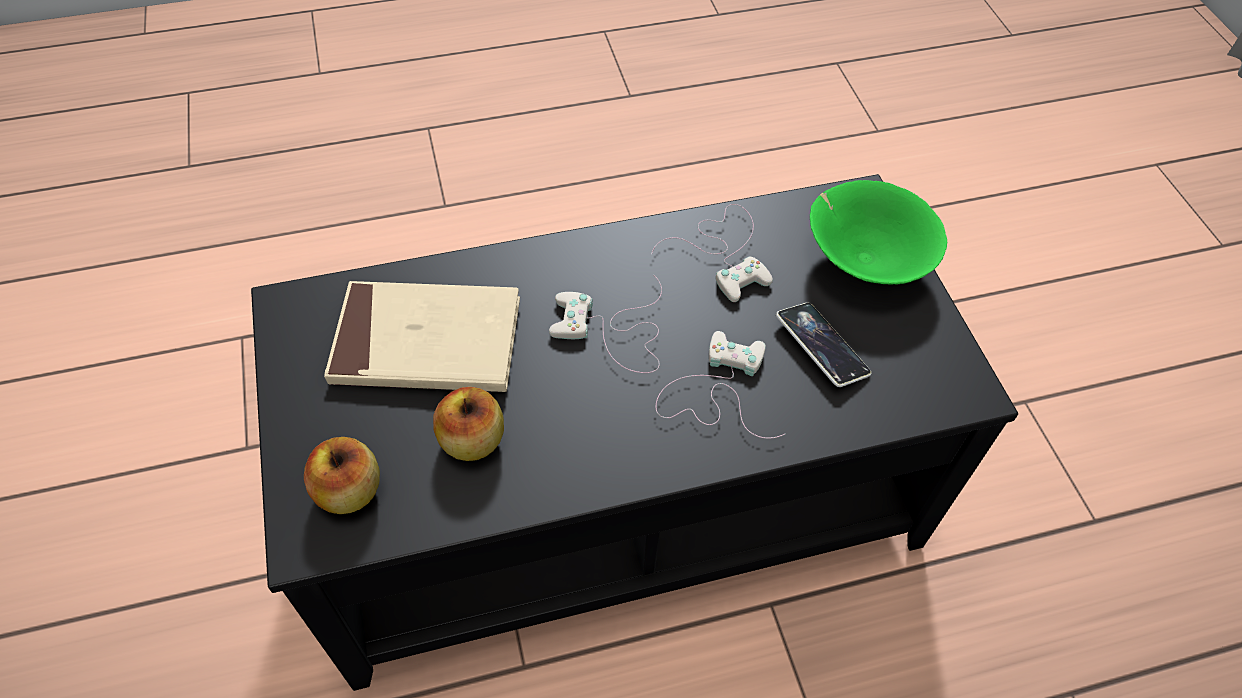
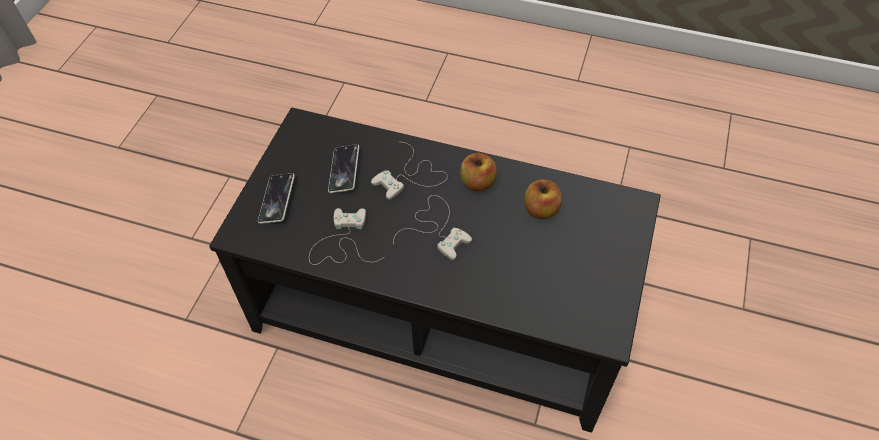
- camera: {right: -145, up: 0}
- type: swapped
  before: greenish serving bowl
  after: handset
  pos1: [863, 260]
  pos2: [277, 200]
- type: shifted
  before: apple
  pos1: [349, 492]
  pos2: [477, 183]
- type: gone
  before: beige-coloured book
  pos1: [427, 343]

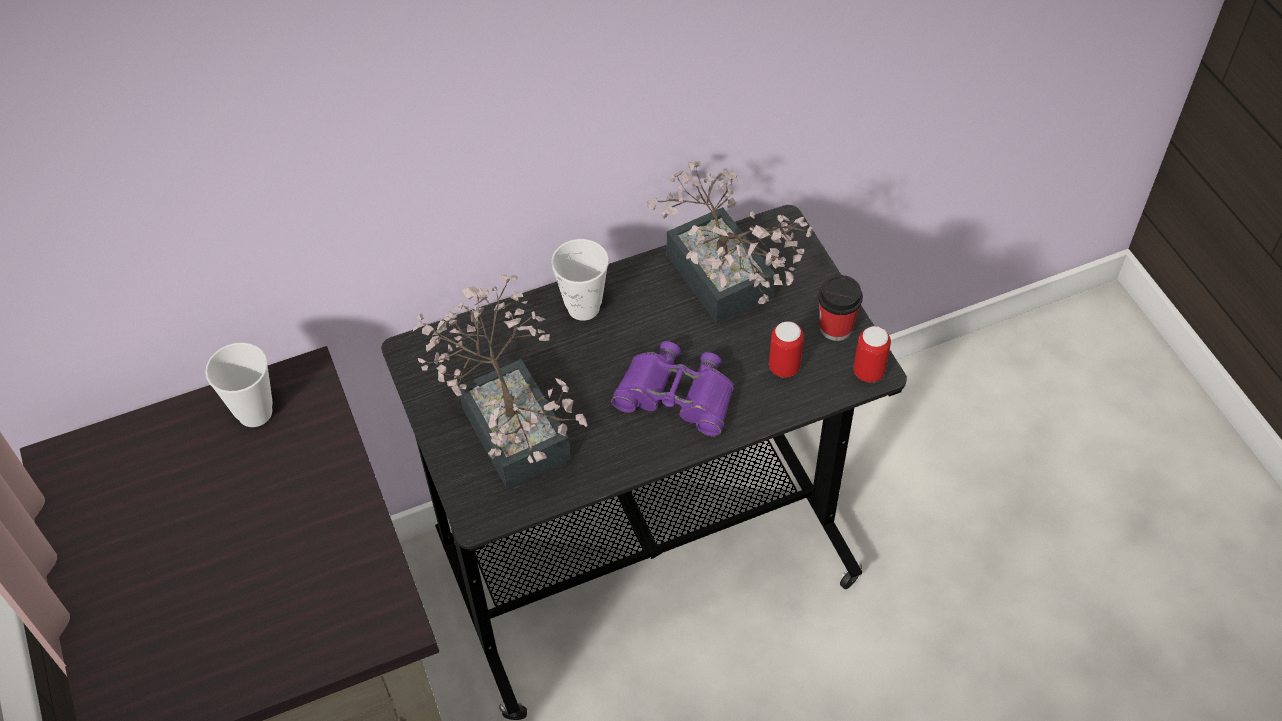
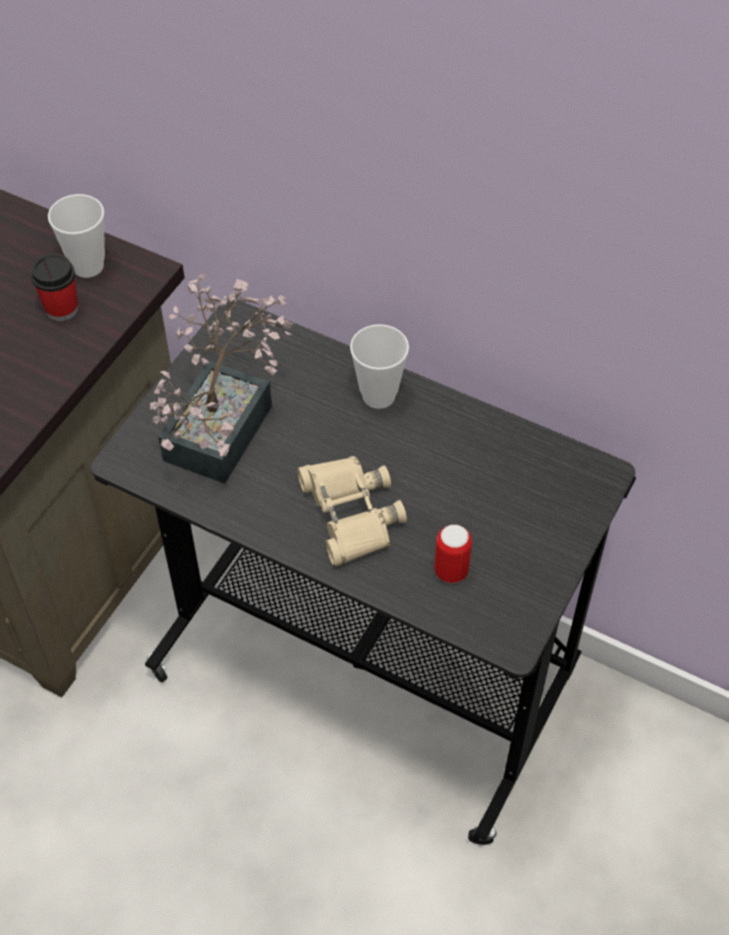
- camera: {right: 50, up: 0}
- type: shifted
  before: cup
  pos1: [835, 327]
  pos2: [62, 308]
- type: repainted
  before: purple binoculars
  after: beige-coloured binoculars
  pos1: [676, 396]
  pos2: [350, 514]
- type: gone
  before: plant in a pot
  pos1: [725, 286]
- type: gone
  before: metal can
  pos1: [868, 372]

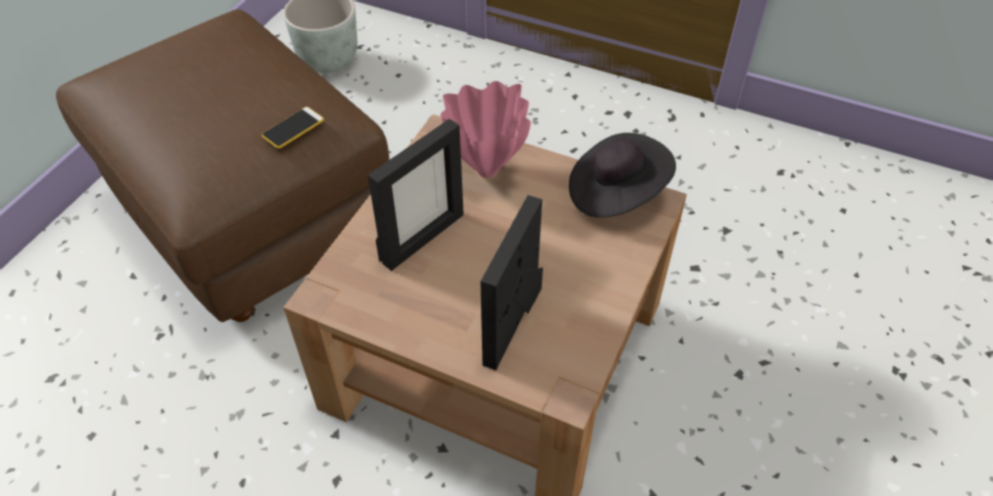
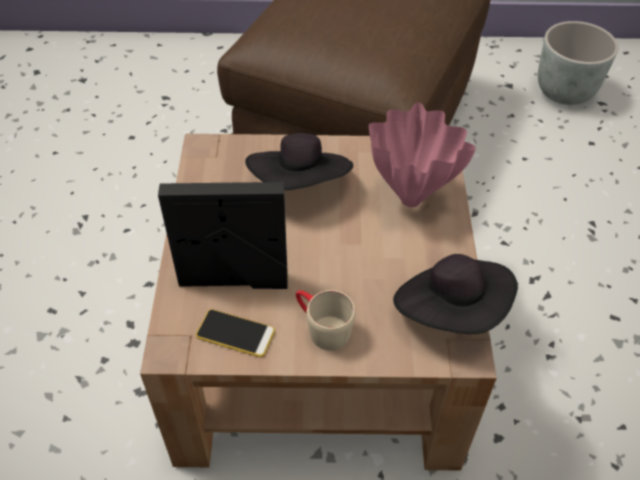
- camera: {right: 65, up: 0}
- type: shifted
  before: handset
  pos1: [293, 128]
  pos2: [235, 333]
- type: swapped
  before: photo frame
  after: blackish clothing hat
  pos1: [422, 237]
  pos2: [301, 185]
- type: new
  after: beige-coloured tea mug
  pos2: [321, 328]

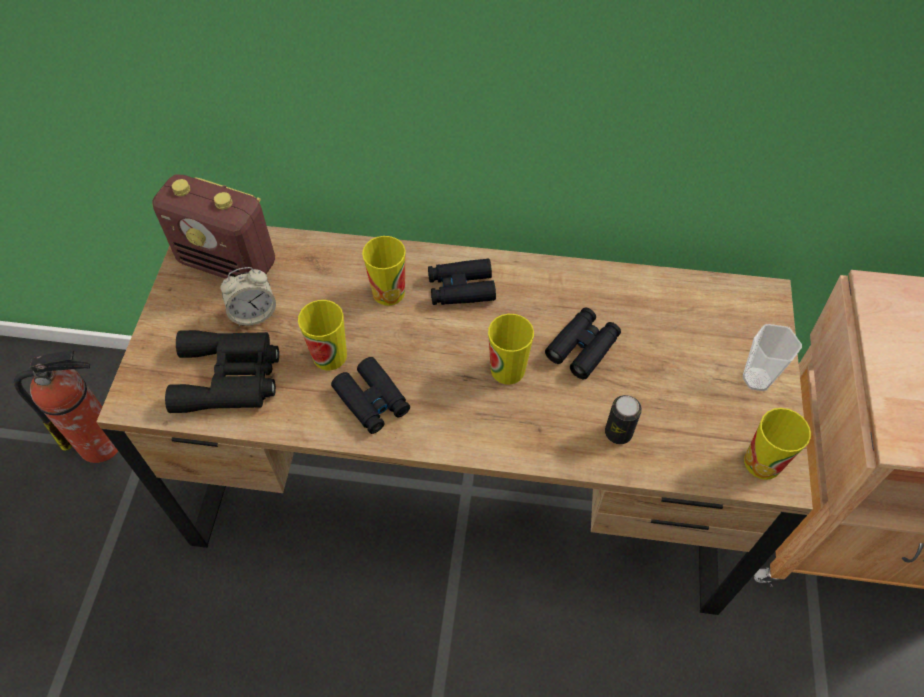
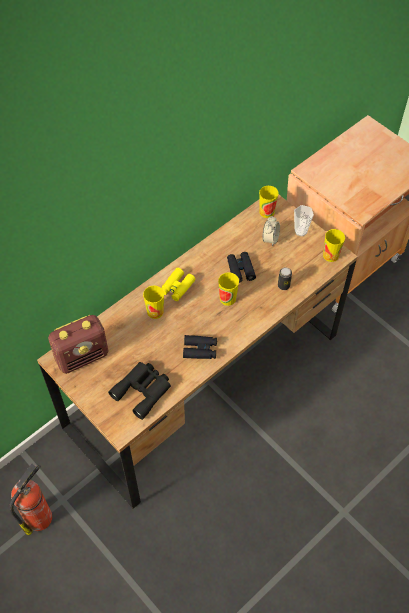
- camera: {right: -50, up: 0}
- type: repainted
  before: blackish binoculars
  after: yellow-coloured binoculars
  pos1: [461, 288]
  pos2: [177, 287]
- type: shifted
  before: cup
  pos1: [329, 356]
  pos2: [266, 212]
- type: shifted
  before: table clock
  pos1: [254, 314]
  pos2: [270, 239]

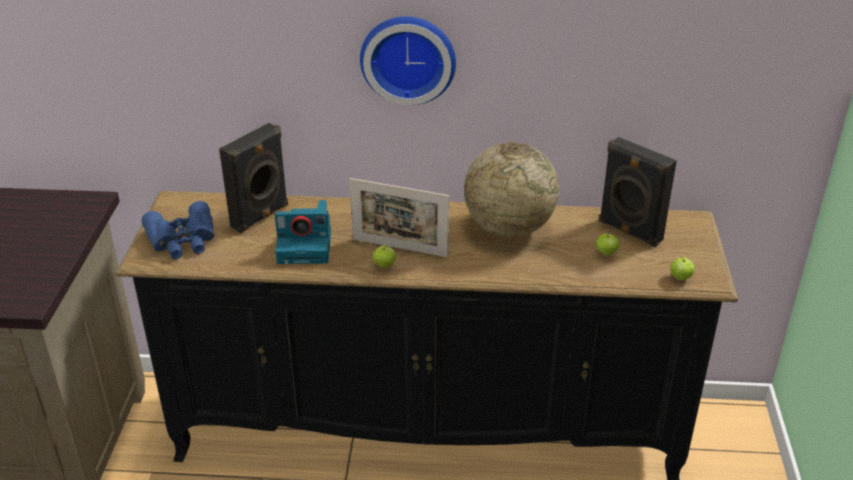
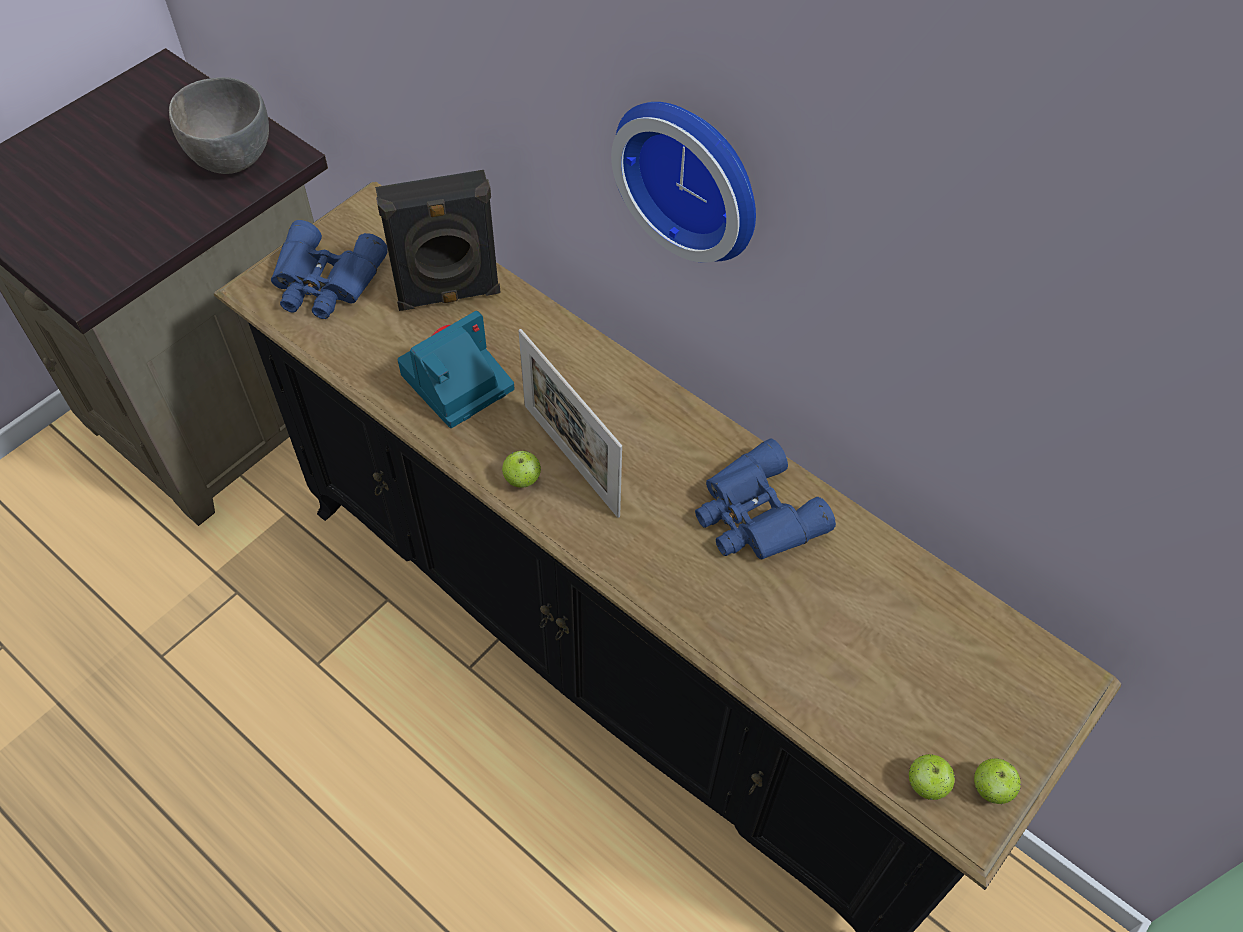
- camera: {right: 35, up: 20}
- type: new
  after: gray serving bowl
  pos2: [231, 157]
- type: rotated
  before: photo camera
  pos1: [306, 246]
  pos2: [456, 383]
  turn: 105
- type: swapped
  before: globe
  after: blue-coloured binoculars
  pos1: [508, 228]
  pos2: [754, 516]
- type: shifted
  before: apple
  pos1: [606, 253]
  pos2: [991, 789]
- type: gone
  before: blackish audio speaker
  pos1: [629, 231]

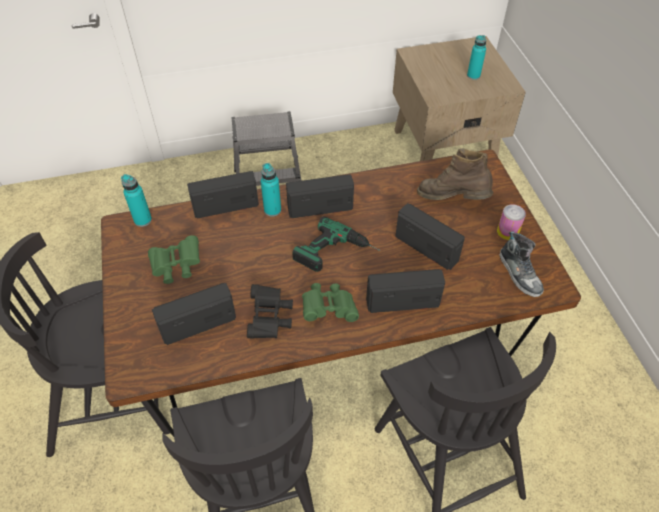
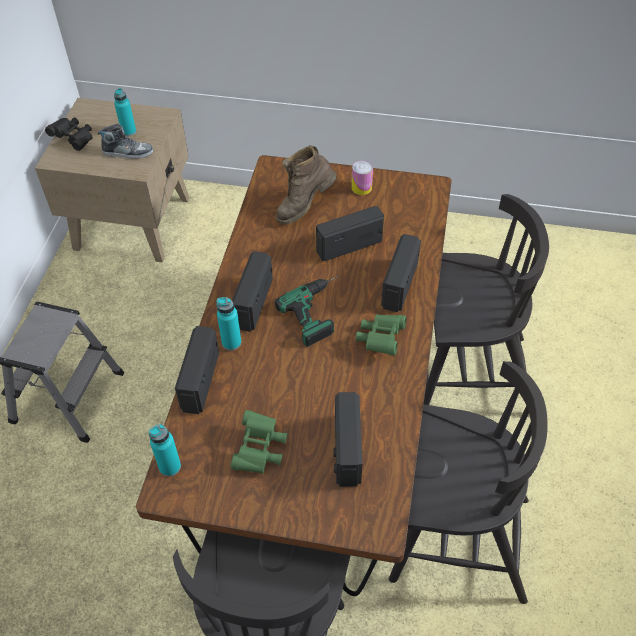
- camera: {right: -65, up: 0}
- type: shifted
  before: blackish binoculars
  pos1: [270, 318]
  pos2: [74, 139]
- type: shifted
  before: item of footwear
  pos1: [519, 273]
  pos2: [128, 152]

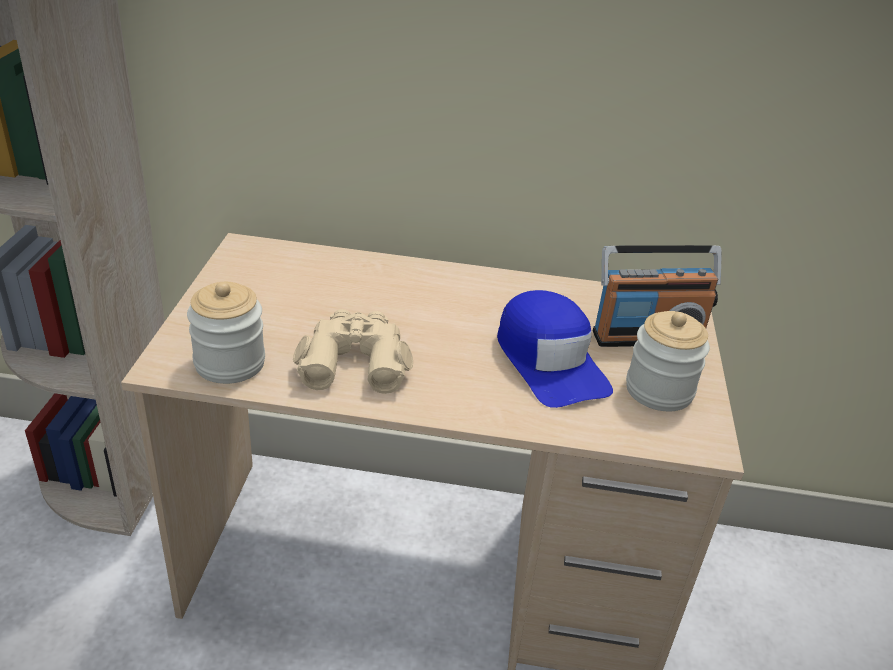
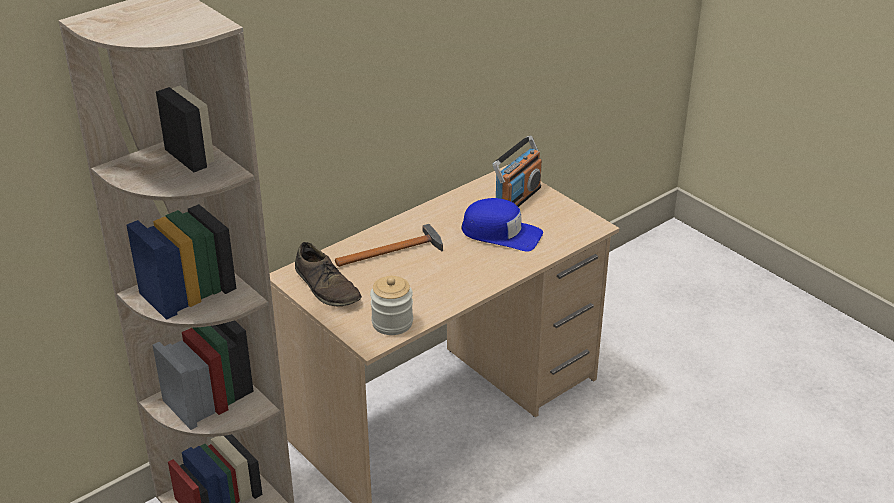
- camera: {right: -45, up: 0}
- type: new
  after: brown item of footwear
  pos2: [327, 287]
- type: new
  after: tool hammer
  pos2: [394, 251]
- type: gone
  before: beige-coloured binoculars
  pos1: [354, 360]
- type: gone
  before: jar
  pos1: [659, 390]

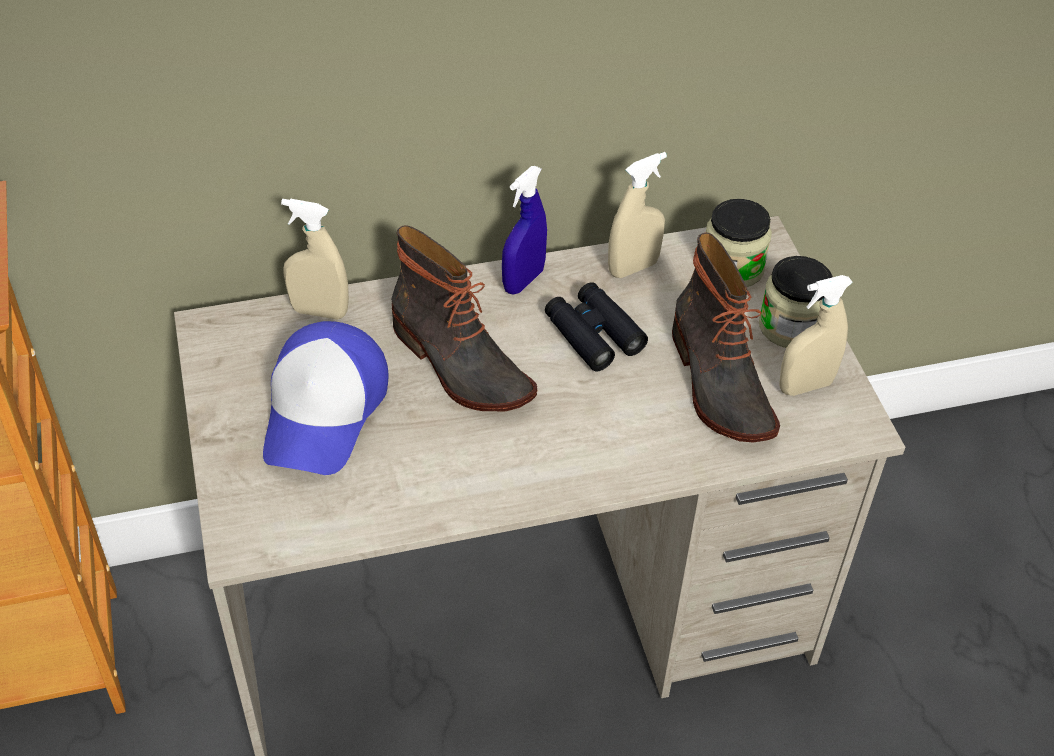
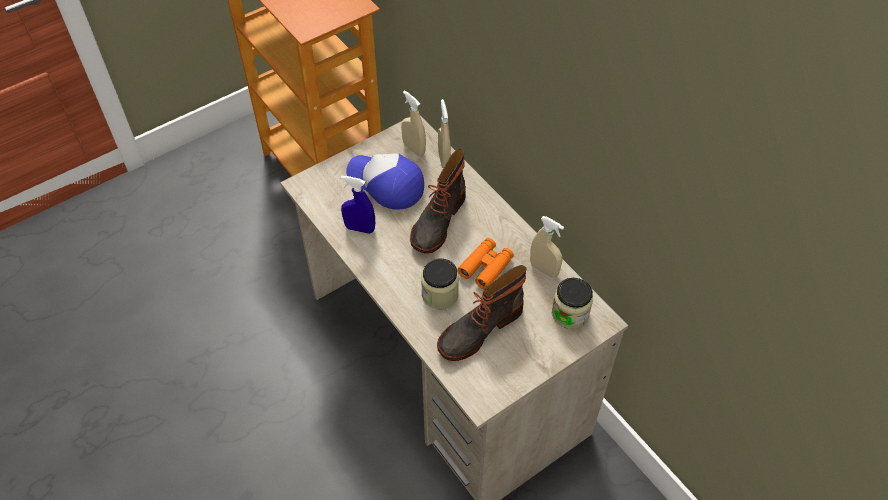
- camera: {right: 70, up: 5}
- type: shifted
  before: blue-coloured spray bottle
  pos1: [523, 280]
  pos2: [360, 228]
- type: rotated
  before: cap
  pos1: [325, 411]
  pos2: [385, 184]
  turn: 45
- type: shifted
  before: beige-coloured spray bottle
  pos1: [805, 386]
  pos2: [414, 149]
- type: shifted
  before: jar
  pos1: [791, 326]
  pos2: [440, 294]
- type: repainted
  before: blackish binoculars
  after: orange-coloured binoculars
  pos1: [593, 334]
  pos2: [486, 267]

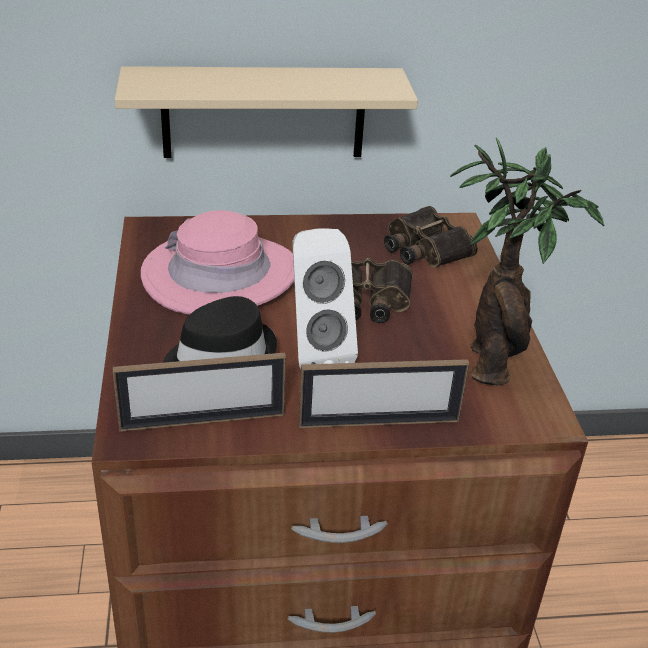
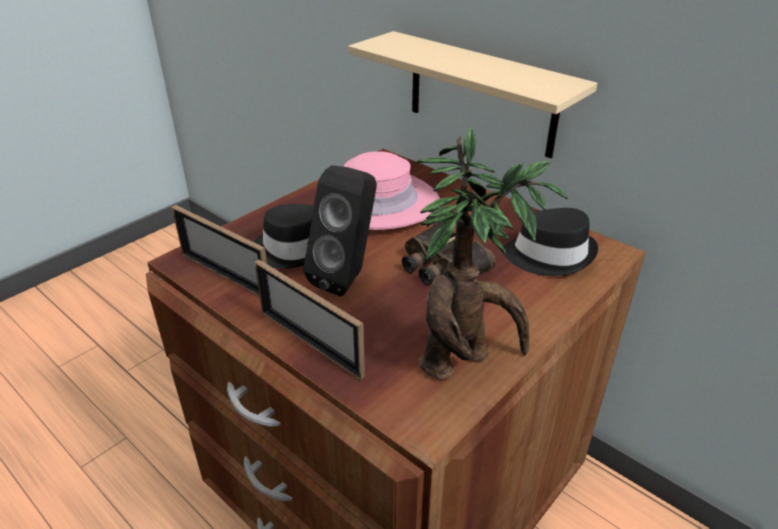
- camera: {right: 50, up: 0}
- type: repainted
  before: whitish audio speaker
  after: blackish audio speaker
  pos1: [314, 354]
  pos2: [348, 277]
- type: swapped
  before: binoculars
  after: blackish clothing hat
  pos1: [423, 248]
  pos2: [549, 254]

